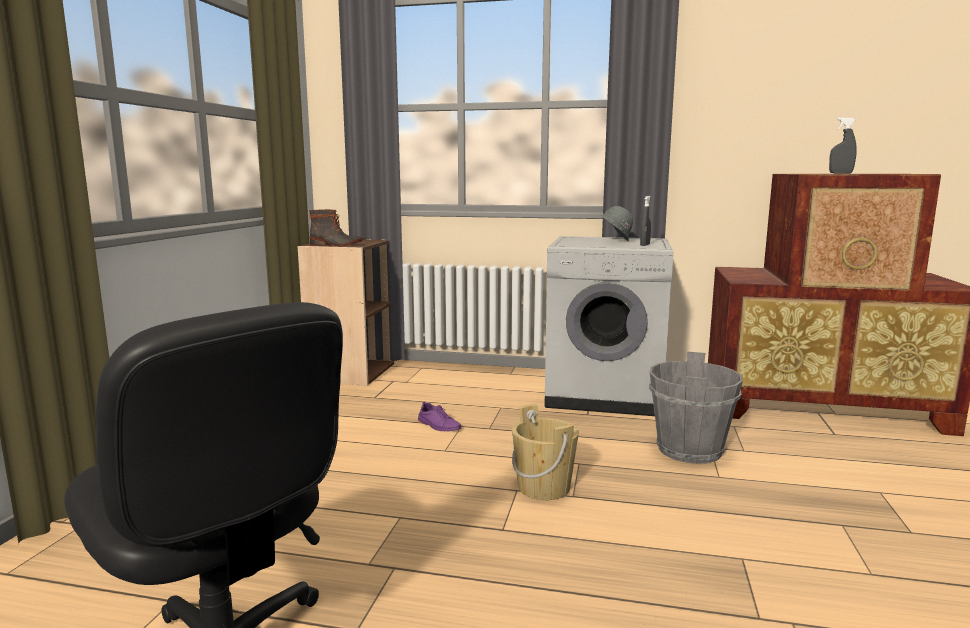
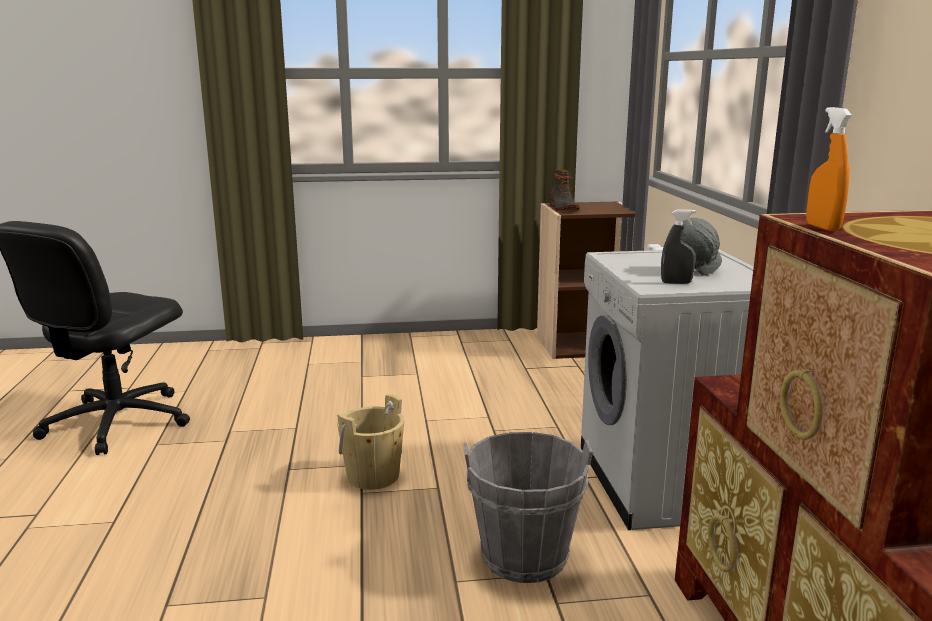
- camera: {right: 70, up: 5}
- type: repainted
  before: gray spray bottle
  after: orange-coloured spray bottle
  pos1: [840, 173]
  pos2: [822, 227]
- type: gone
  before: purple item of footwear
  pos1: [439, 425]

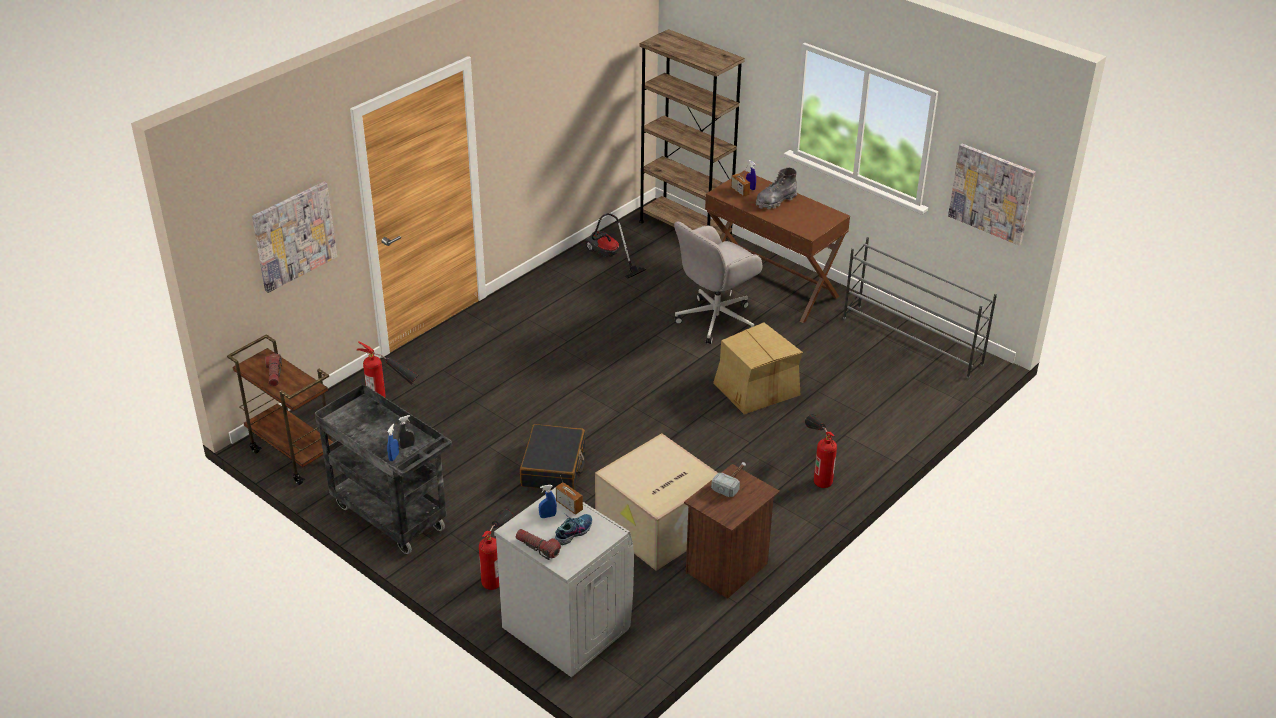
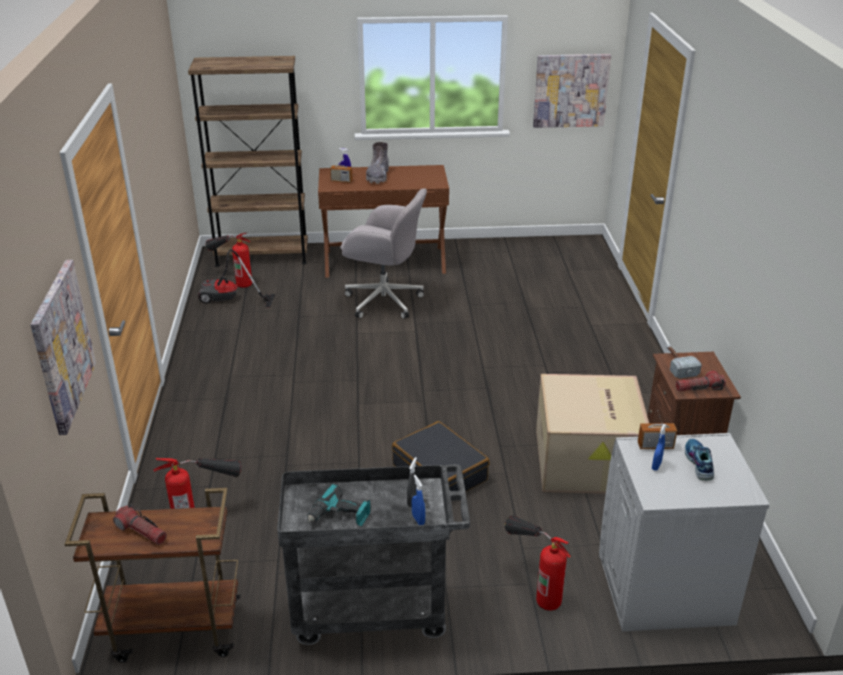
- camera: {right: -45, up: -5}
- type: shifted
  before: fire extinguisher
  pos1: [817, 470]
  pos2: [233, 280]
- type: new
  after: drill
  pos2: [339, 516]
- type: rotated
  before: gray desk chair
  pos1: [715, 321]
  pos2: [384, 302]
  turn: -75
- type: shifted
  before: hand torch
  pos1: [537, 548]
  pos2: [699, 388]
- type: gone
  before: cardboard box
  pos1: [755, 388]
- type: gone
  before: gray shoe shelf
  pos1: [912, 341]

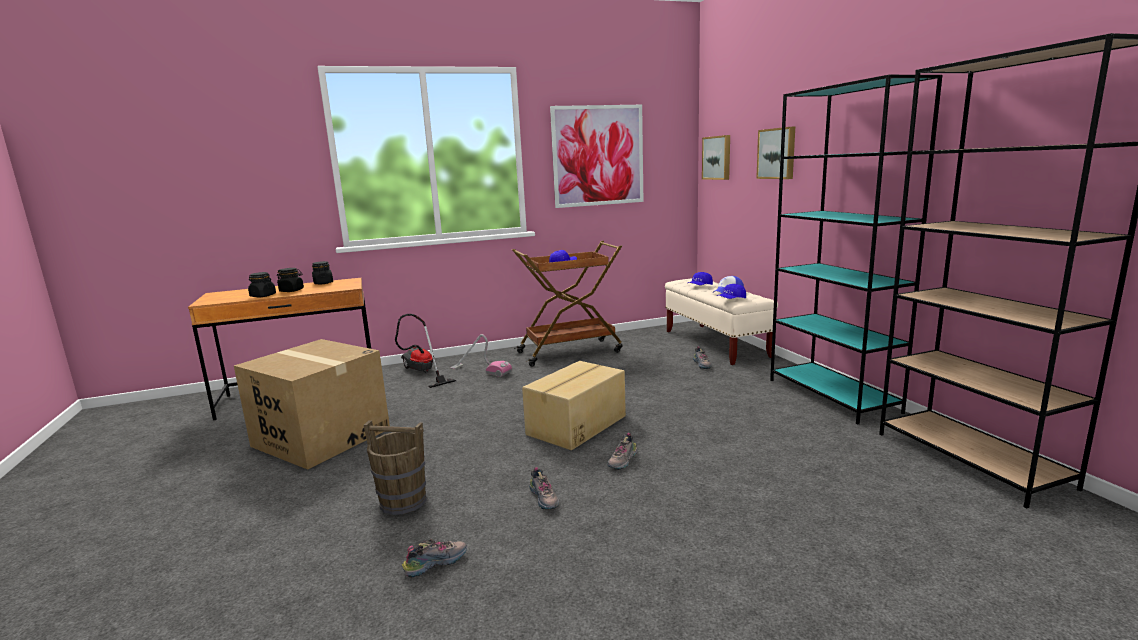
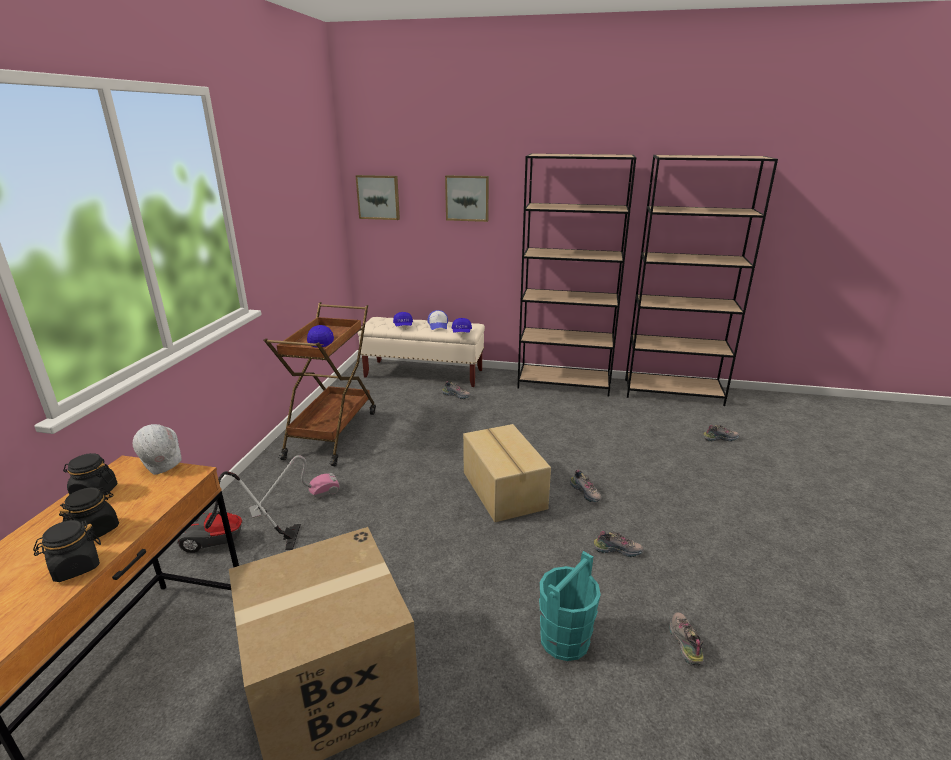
- camera: {right: -60, up: 10}
- type: new
  after: whitish safety helmet
  pos2: [163, 465]
- type: repainted
  before: blue-green shelving unit
  after: beige-coloured shelving unit
  pos1: [833, 395]
  pos2: [564, 383]
- type: repainted
  before: brown bucket
  after: blue-green bucket
  pos1: [403, 501]
  pos2: [564, 639]
- type: new
  after: item of footwear
  pos2: [720, 438]
- type: gone
  before: wall art
  pos1: [598, 156]

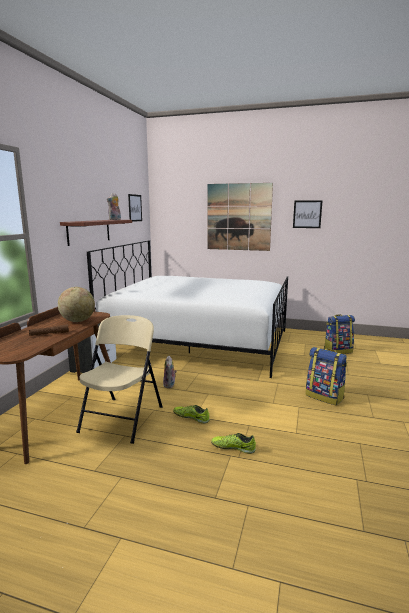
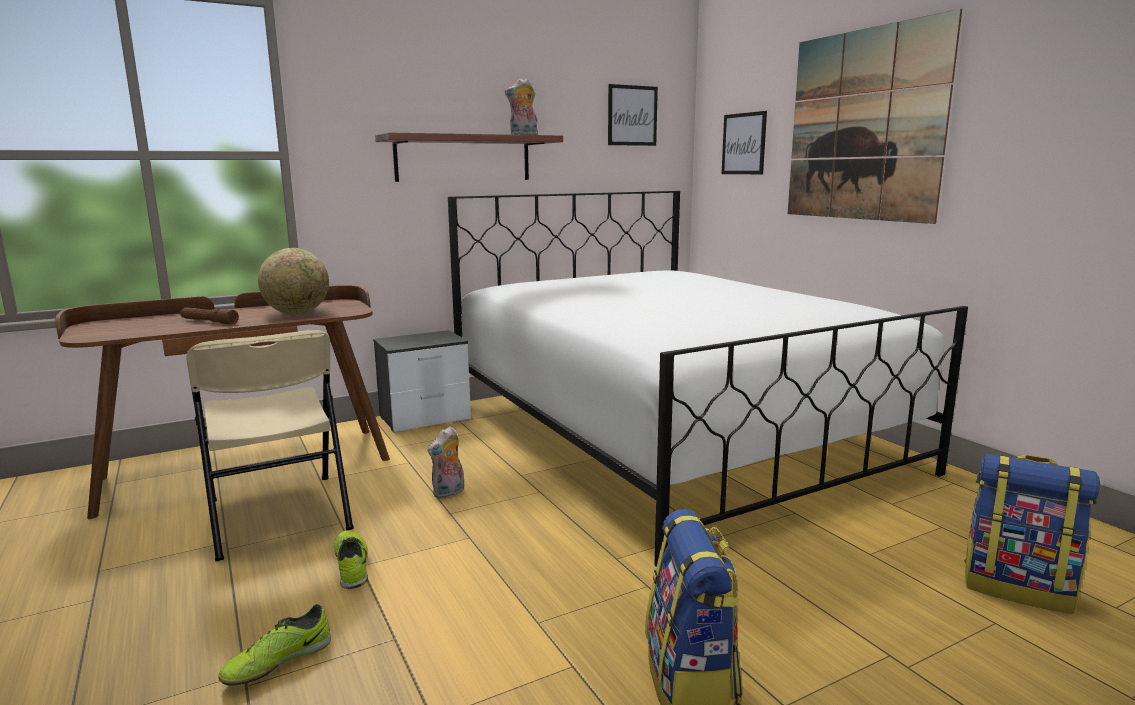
- camera: {right: 45, up: 0}
- type: rotated
  before: beige-coloured chair
  pos1: [122, 419]
  pos2: [277, 515]
  turn: 90
- type: rotated
  before: item of footwear
  pos1: [233, 448]
  pos2: [278, 662]
  turn: -105
- type: shifted
  before: wall art
  pos1: [307, 214]
  pos2: [744, 144]

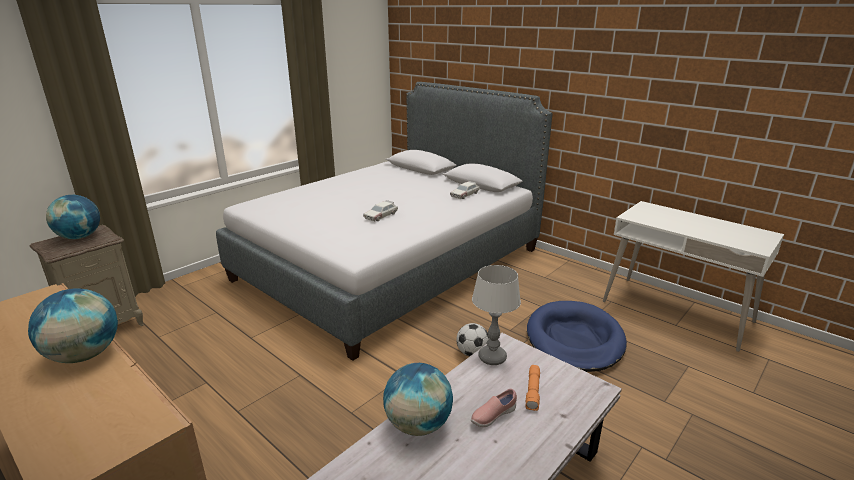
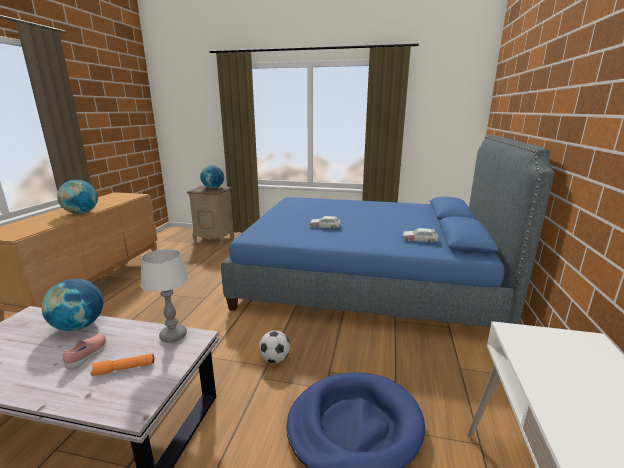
- camera: {right: 60, up: -5}
- type: rotated
  before: pinkish item of footwear
  pos1: [493, 416]
  pos2: [88, 355]
  turn: 75
- type: repainted
  before: gray sleeping bed
  after: blue-coloured sleeping bed
  pos1: [391, 263]
  pos2: [366, 281]

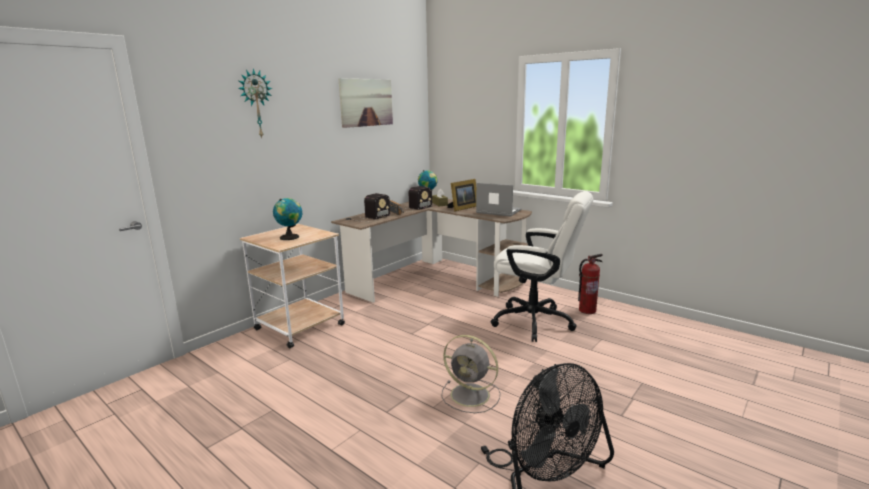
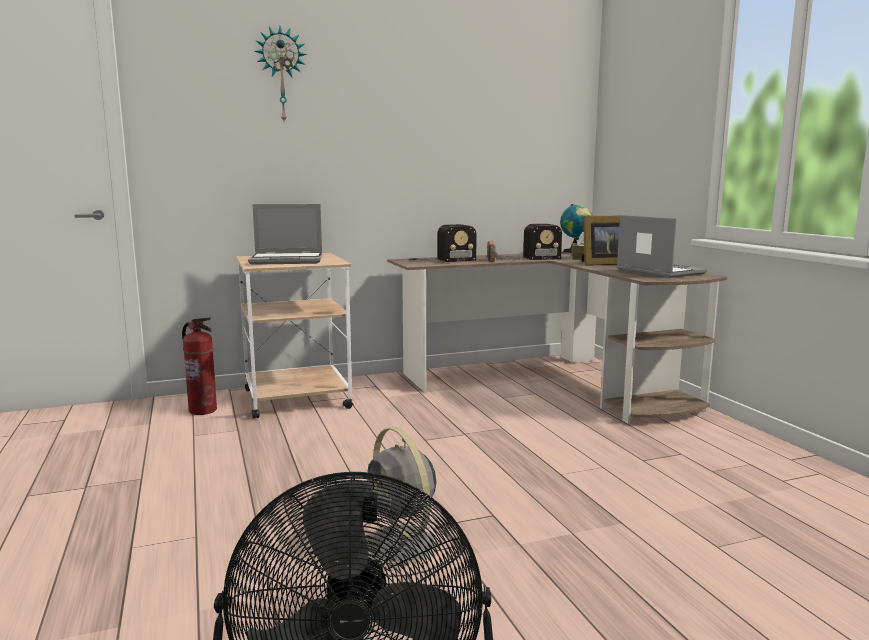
- camera: {right: 30, up: -5}
- type: shifted
  before: fire extinguisher
  pos1: [587, 310]
  pos2: [203, 410]
- type: swapped
  before: globe
  after: laptop
  pos1: [290, 237]
  pos2: [288, 260]
- type: gone
  before: wall art
  pos1: [366, 102]
- type: gone
  before: whitish desk chair
  pos1: [537, 323]

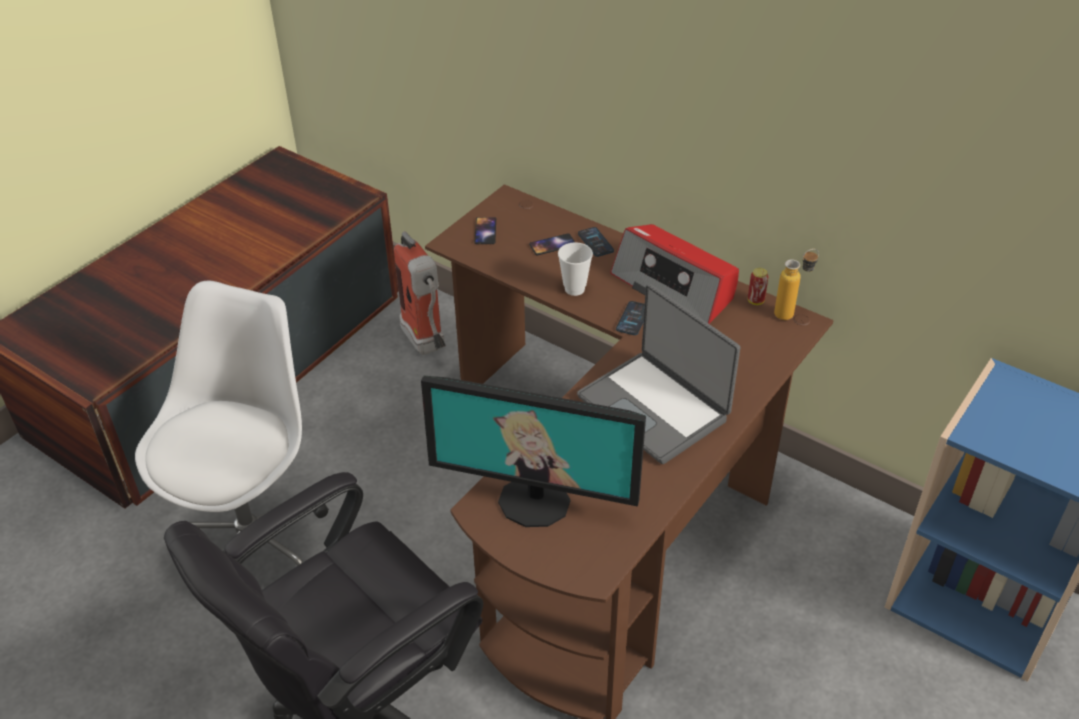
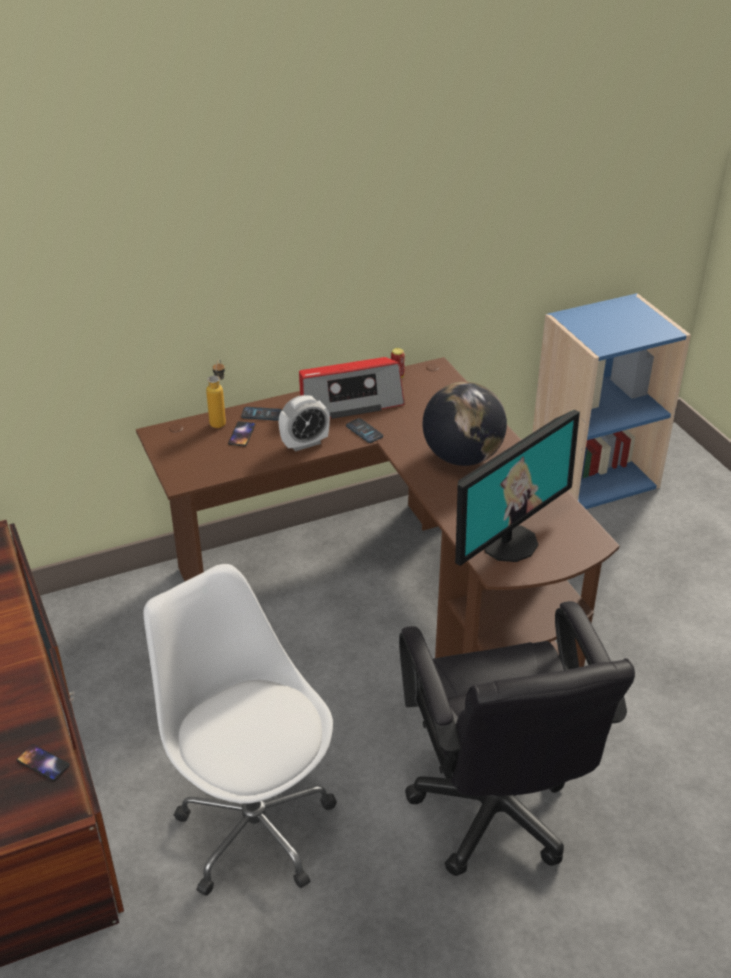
- camera: {right: -60, up: -5}
- type: shifted
  before: handset
  pos1: [485, 231]
  pos2: [43, 763]
- type: shifted
  before: beverage bottle
  pos1: [791, 313]
  pos2: [220, 420]
- type: swapped
  before: cup
  after: table clock
  pos1: [574, 289]
  pos2: [305, 443]
- type: swapped
  before: laptop
  after: globe
  pos1: [655, 407]
  pos2: [462, 457]
- type: gone
  before: fire extinguisher
  pos1: [427, 345]

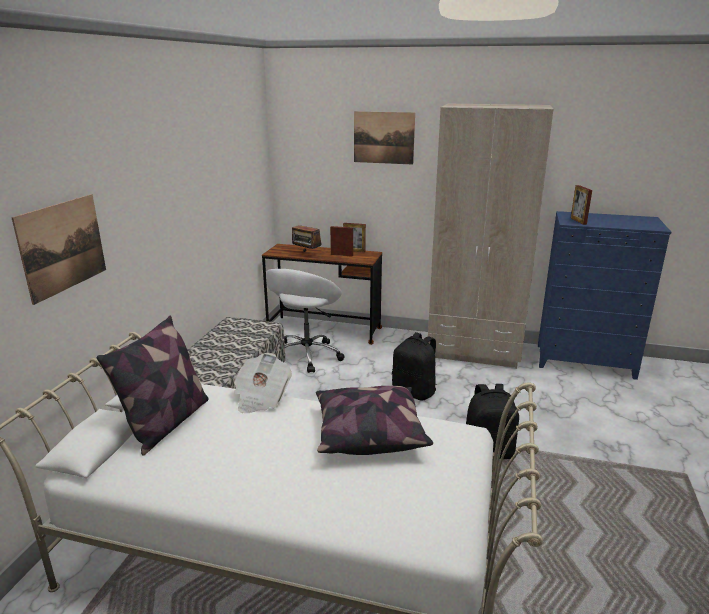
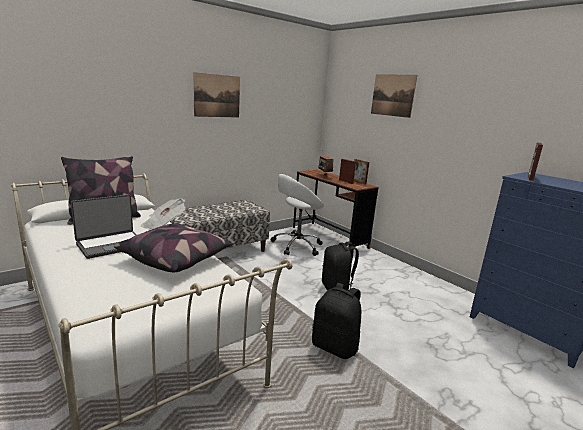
- camera: {right: 35, up: -5}
- type: new
  after: laptop
  pos2: [111, 245]
- type: shifted
  before: wall art
  pos1: [63, 246]
  pos2: [217, 96]
- type: gone
  before: beige-coloured clothes cupboard
  pos1: [475, 351]

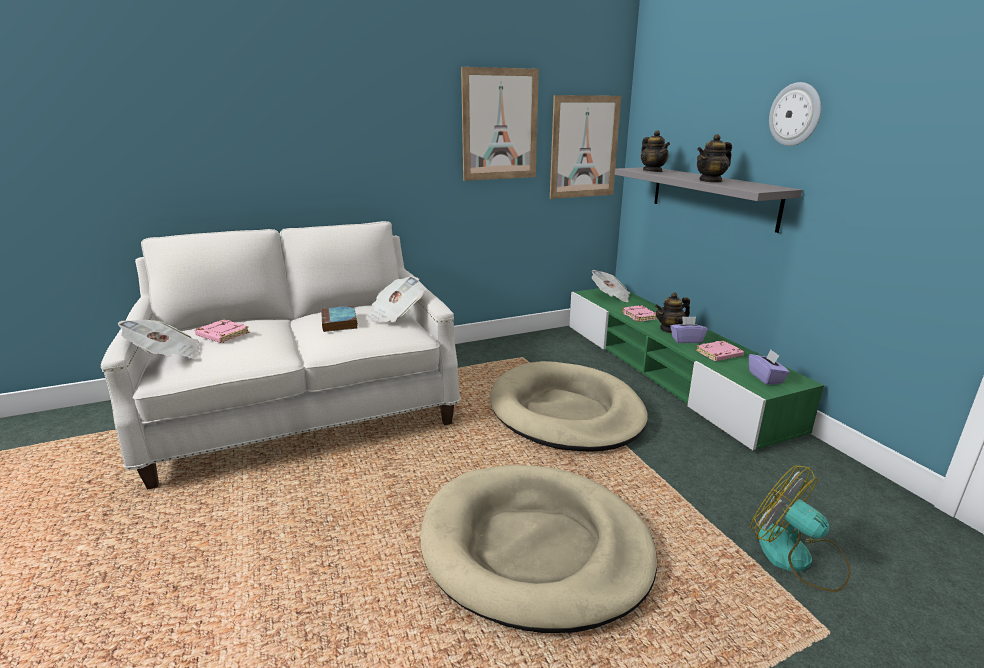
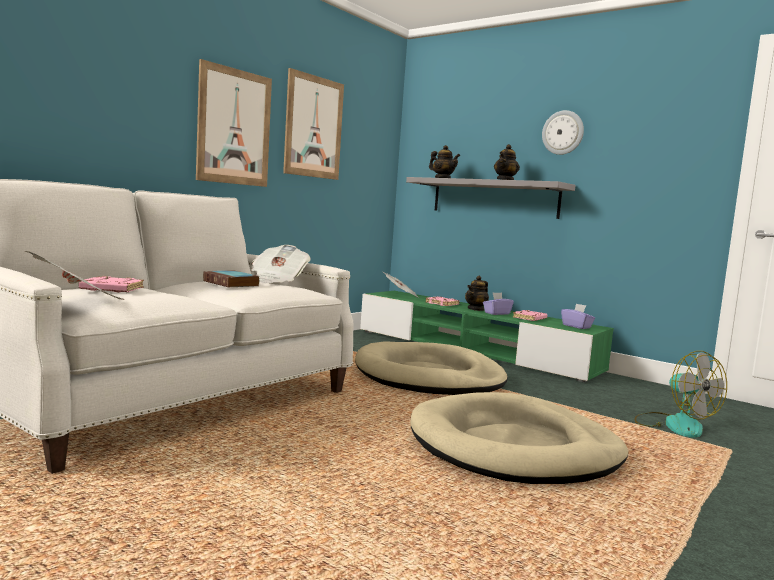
- camera: {right: -30, up: -15}
- type: shifted
  before: wall art
  pos1: [584, 147]
  pos2: [234, 127]
- type: rotated
  before: electric fan
  pos1: [797, 558]
  pos2: [674, 424]
  turn: -135

